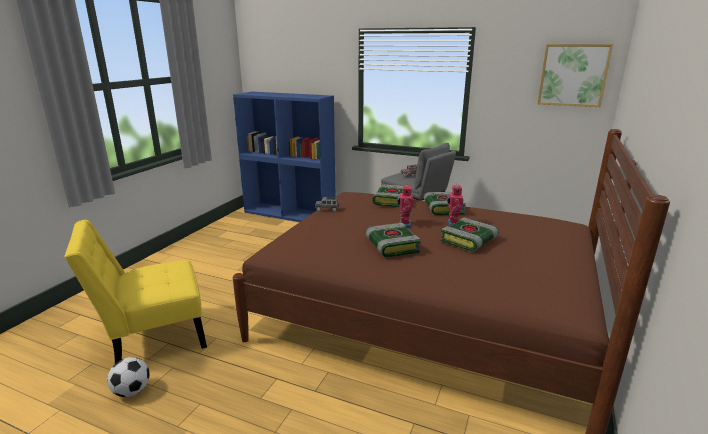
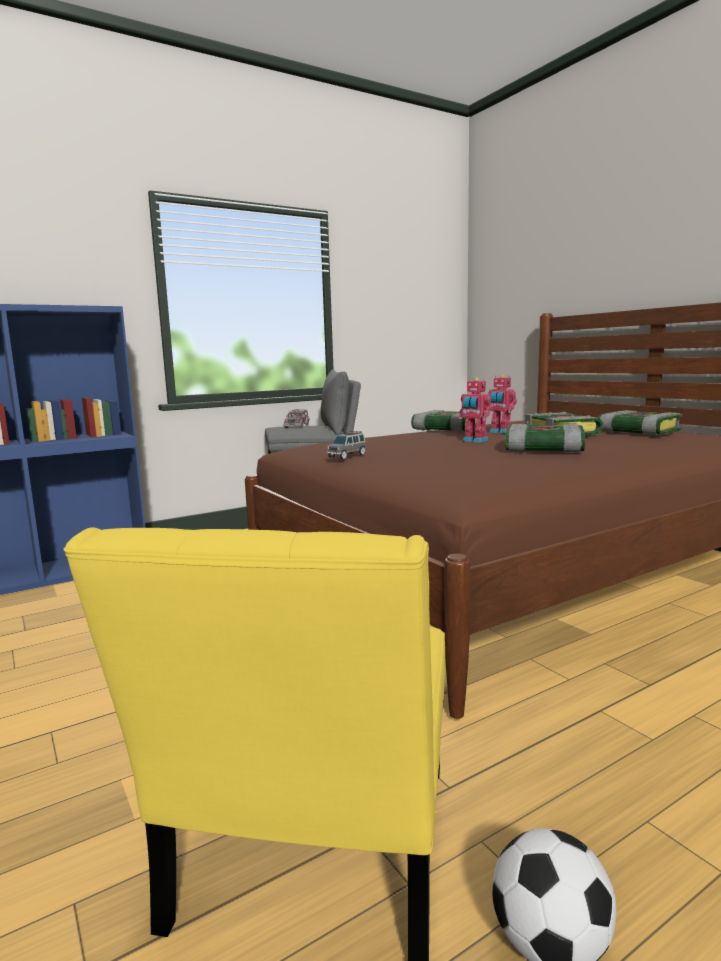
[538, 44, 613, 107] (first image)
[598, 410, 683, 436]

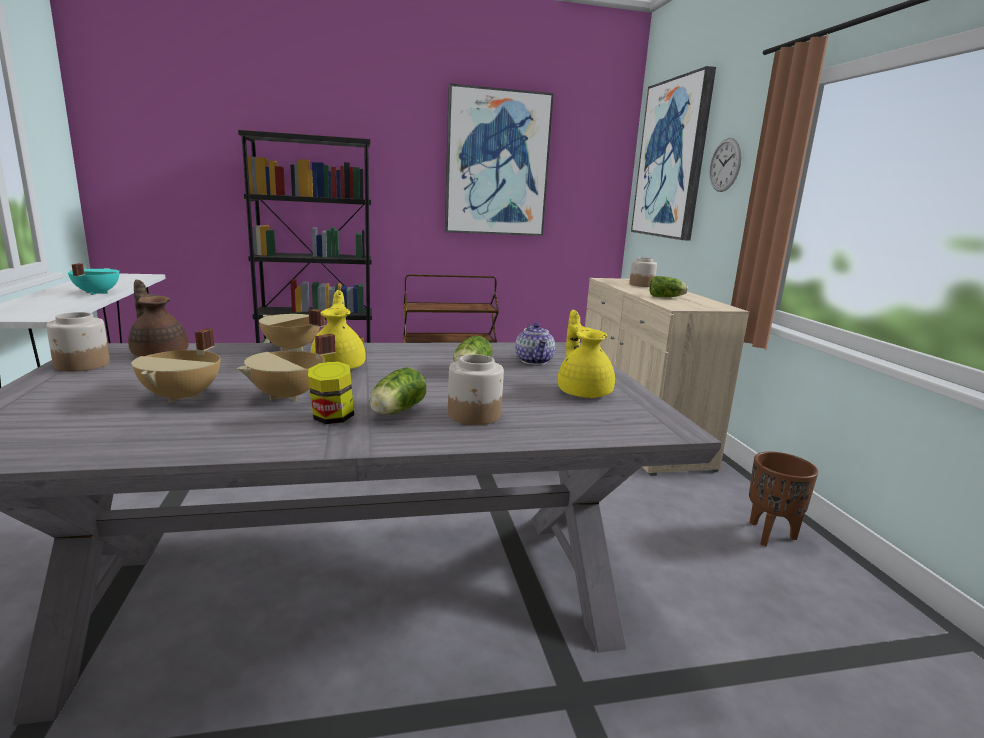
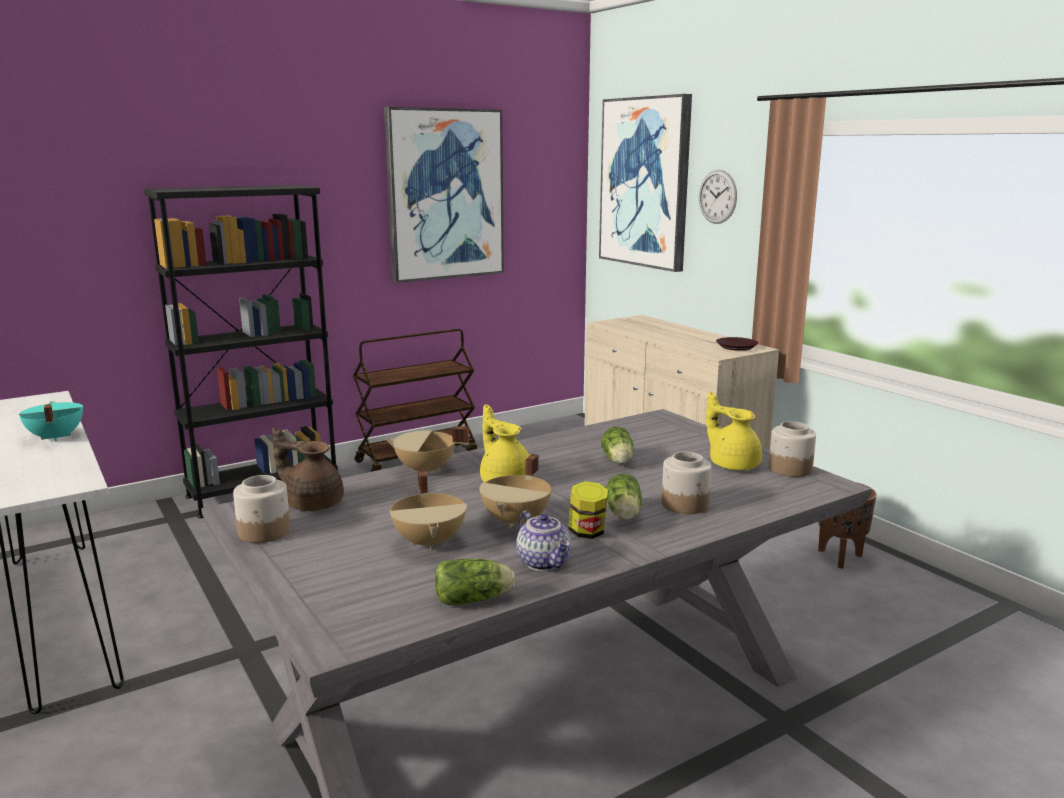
[716, 337, 758, 351]
[516, 511, 571, 571]
[769, 421, 816, 477]
[435, 558, 515, 605]

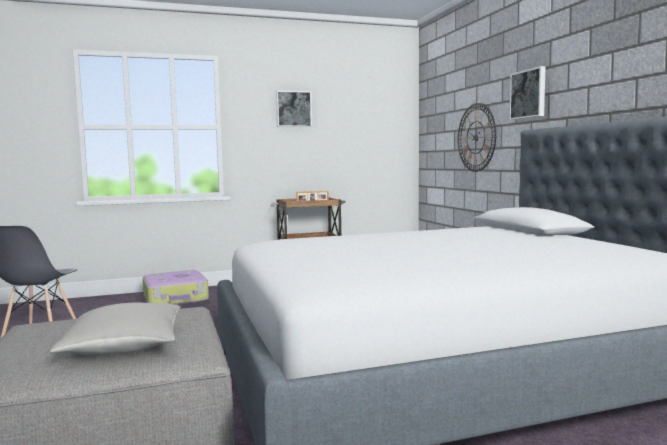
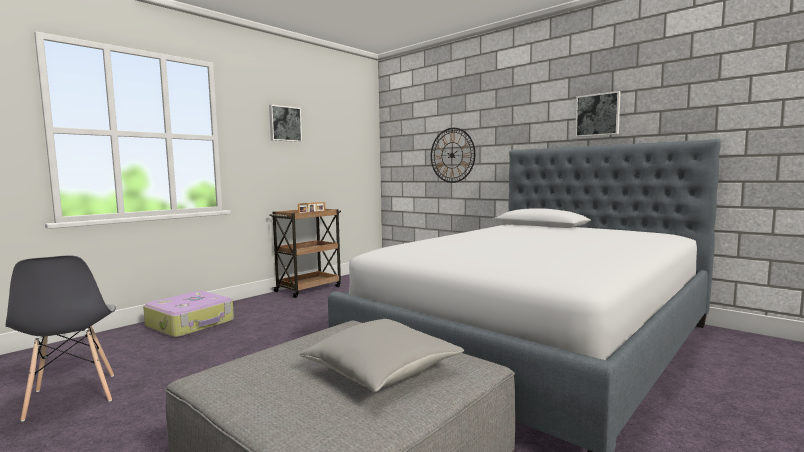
[575, 91, 621, 137]

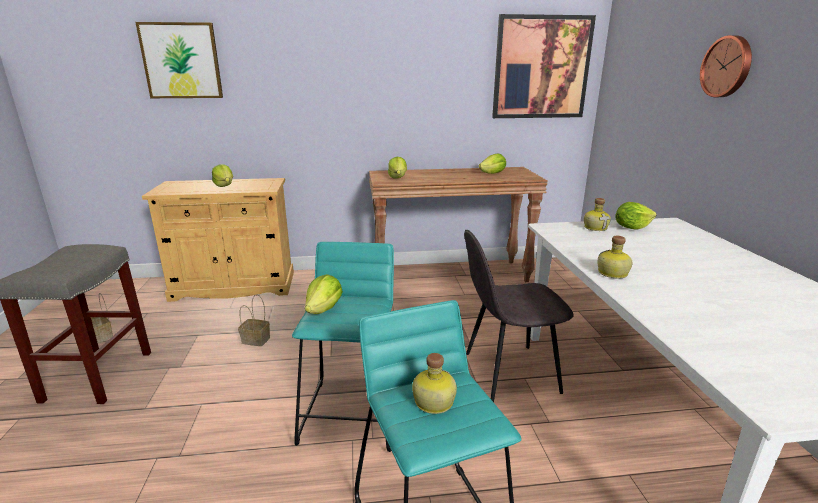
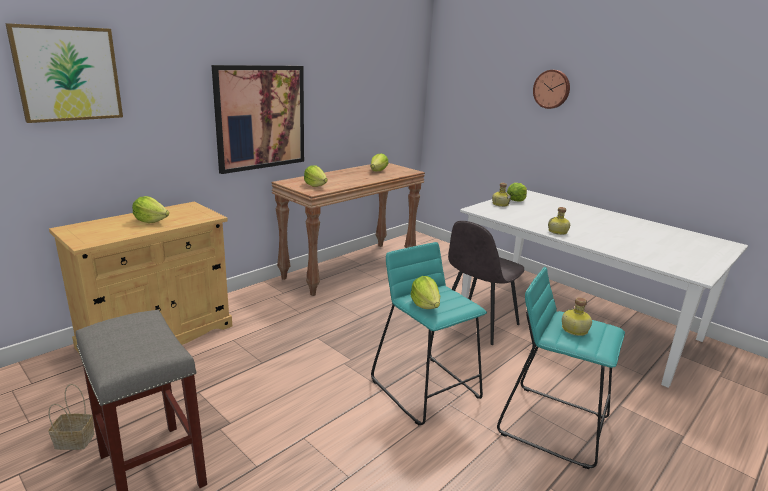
[238, 294, 270, 346] (first image)
[211, 65, 304, 174]

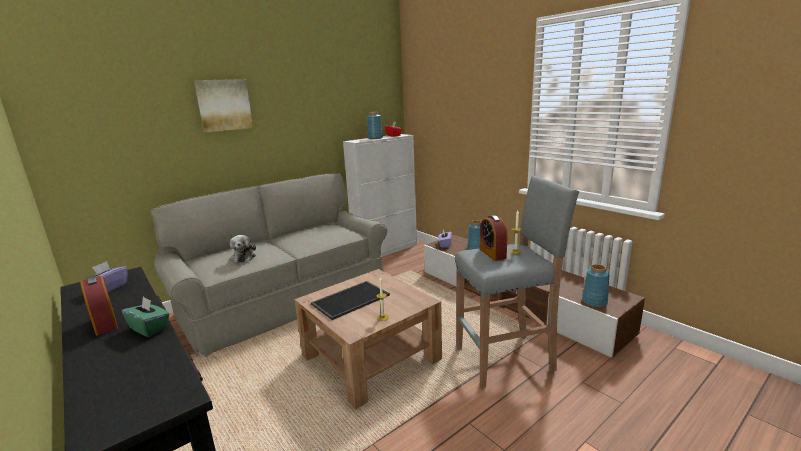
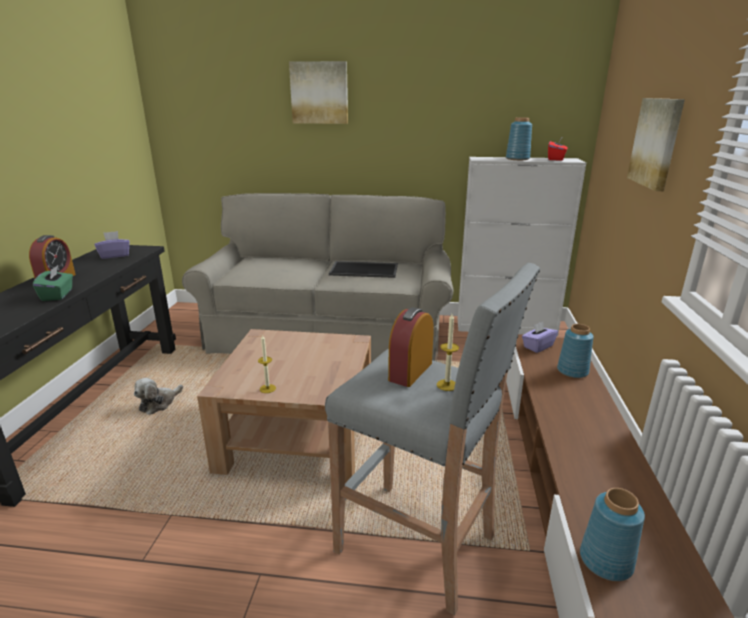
[627, 98, 685, 191]
[134, 378, 183, 415]
[329, 261, 398, 278]

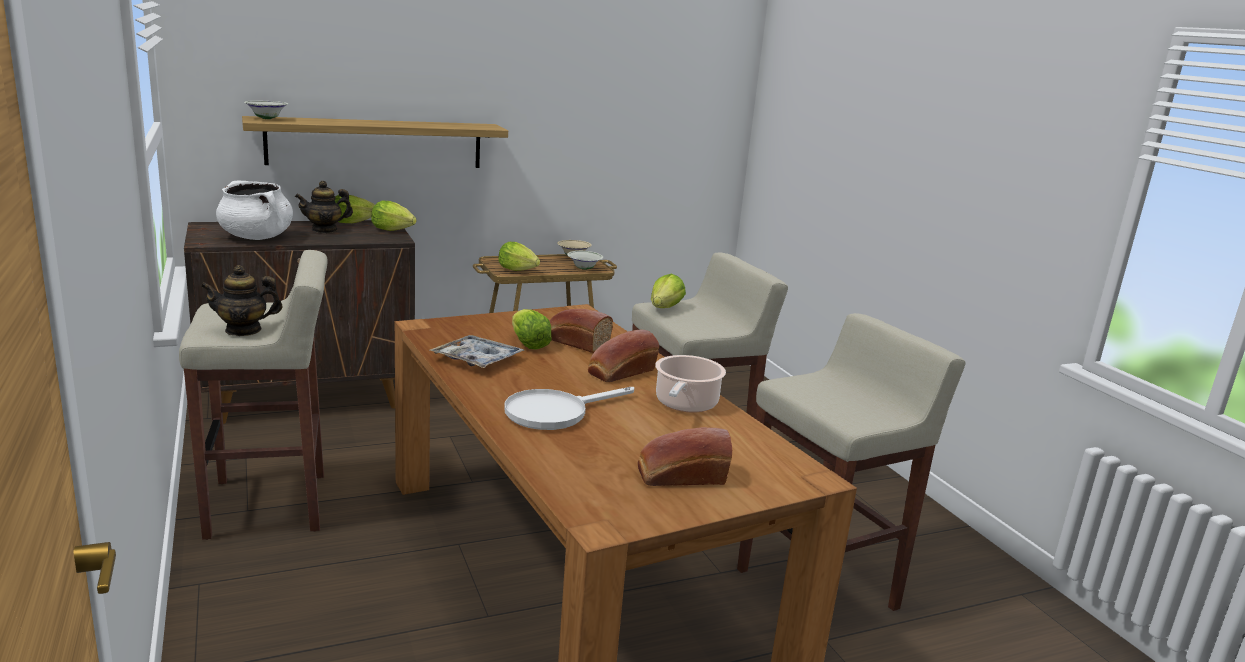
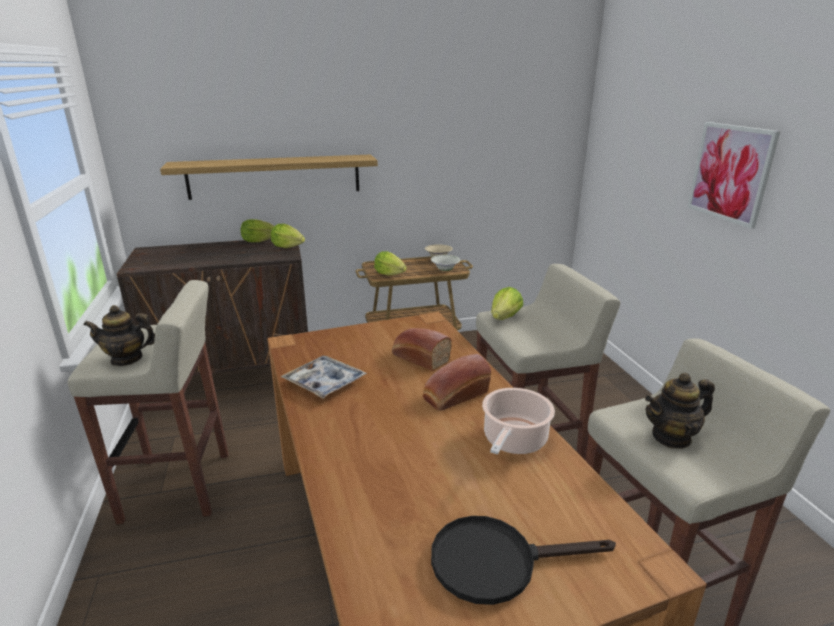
[216, 180, 293, 240] (first image)
[244, 101, 288, 119] (first image)
[504, 387, 634, 430] (first image)
[512, 309, 552, 349] (first image)
[688, 122, 780, 229]
[645, 373, 715, 449]
[431, 516, 616, 605]

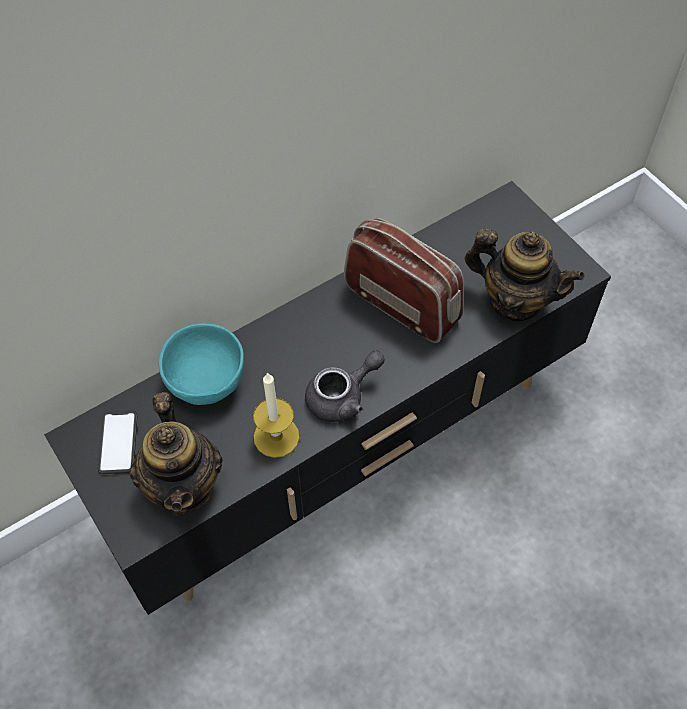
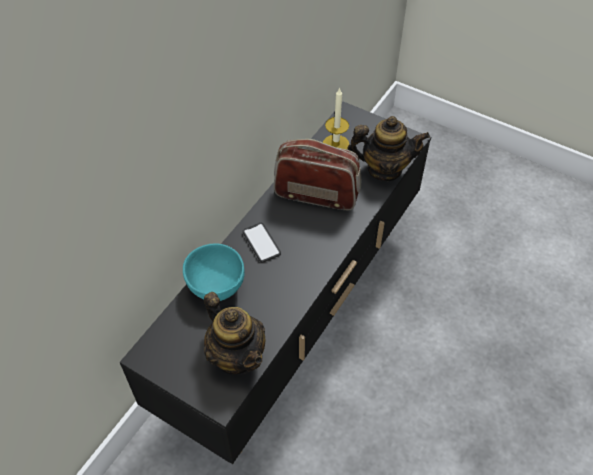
[305, 351, 385, 422] (first image)
[243, 223, 281, 262]
[323, 87, 350, 149]

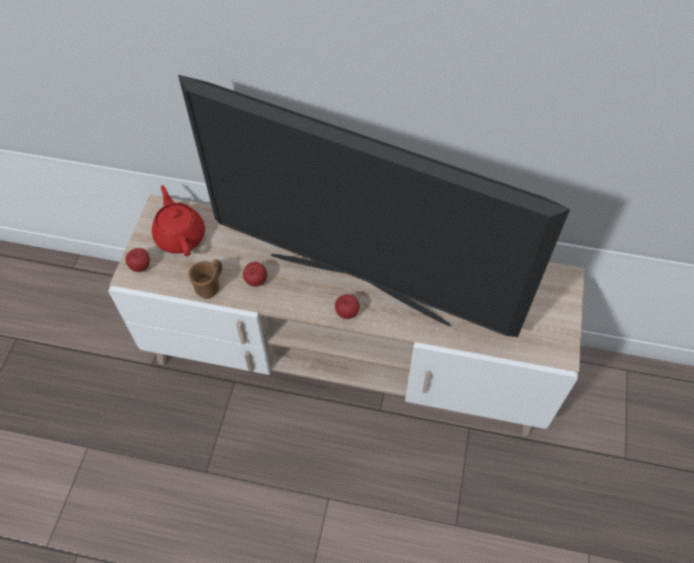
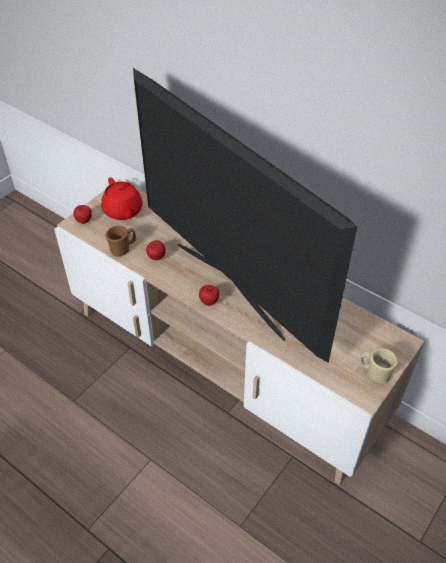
[360, 348, 398, 384]
[101, 178, 142, 220]

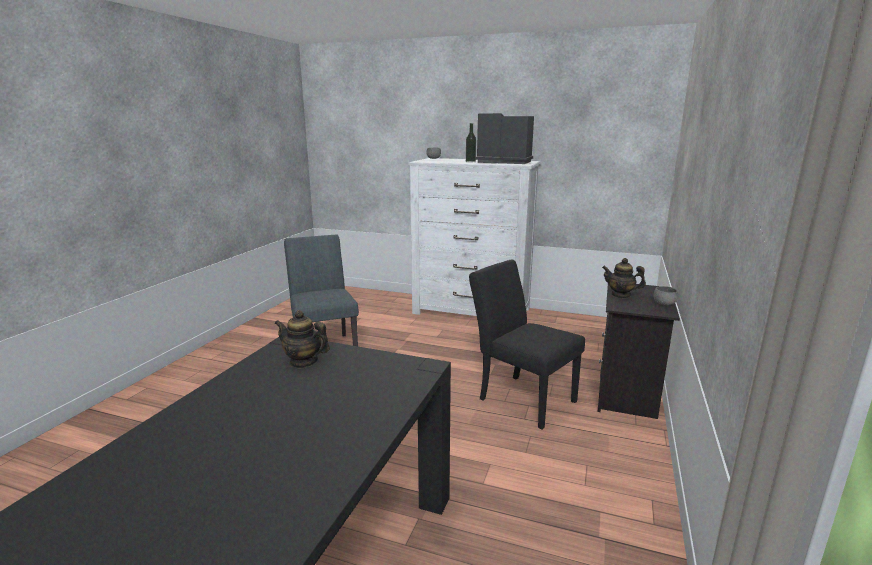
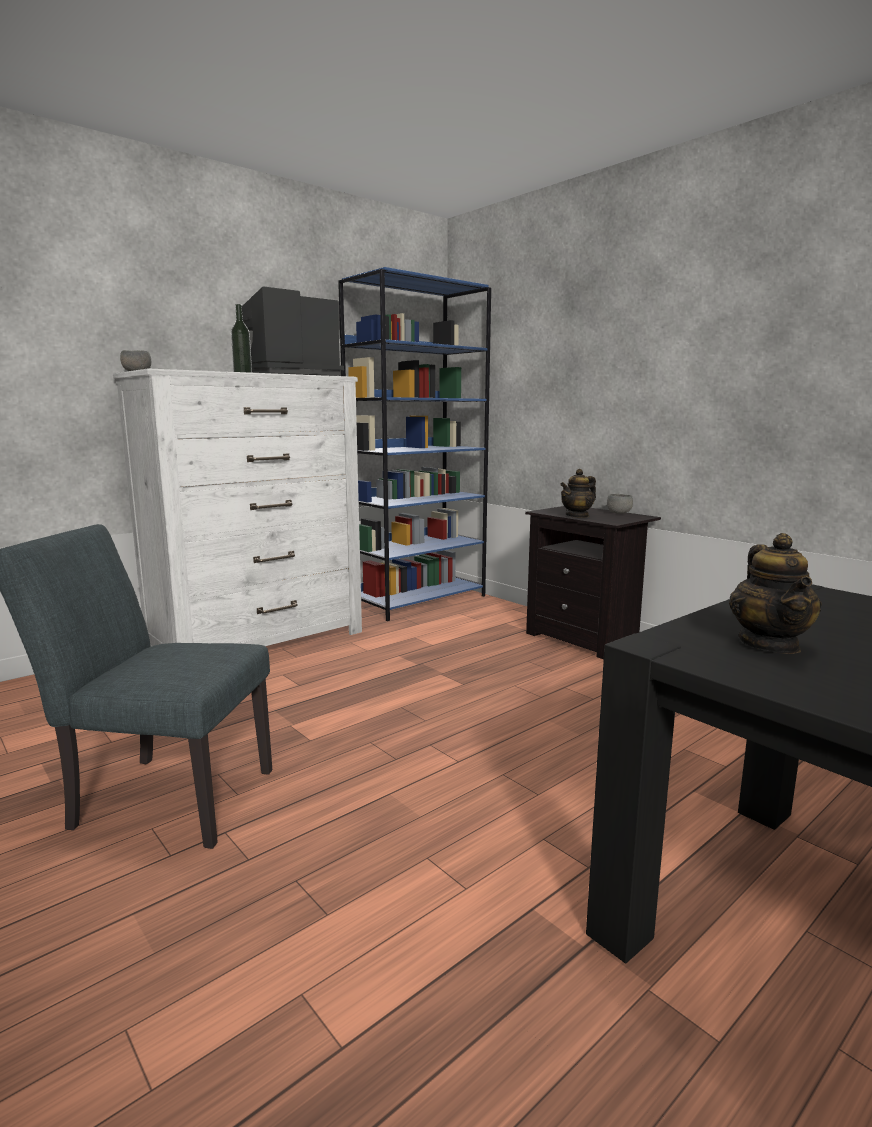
[469, 260, 585, 430] (first image)
[338, 267, 491, 621]
[729, 533, 822, 654]

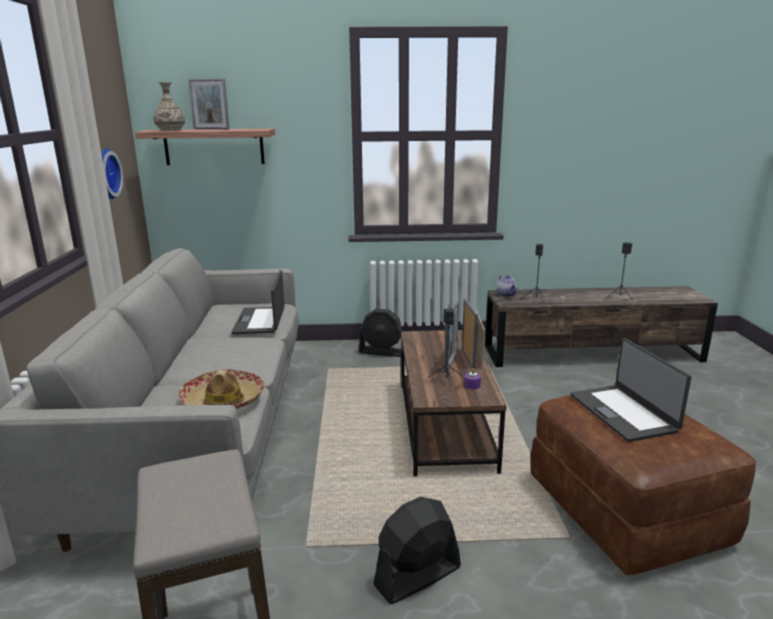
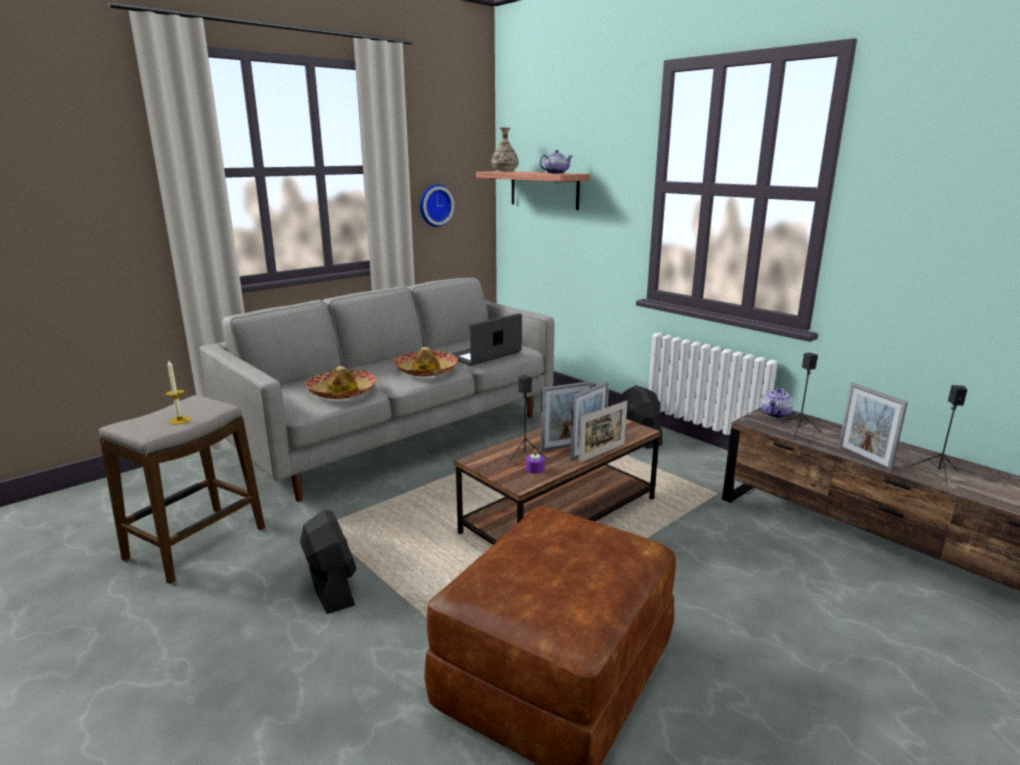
[571, 338, 691, 442] (first image)
[165, 361, 191, 425]
[393, 347, 458, 376]
[540, 150, 573, 174]
[838, 383, 908, 471]
[300, 510, 357, 614]

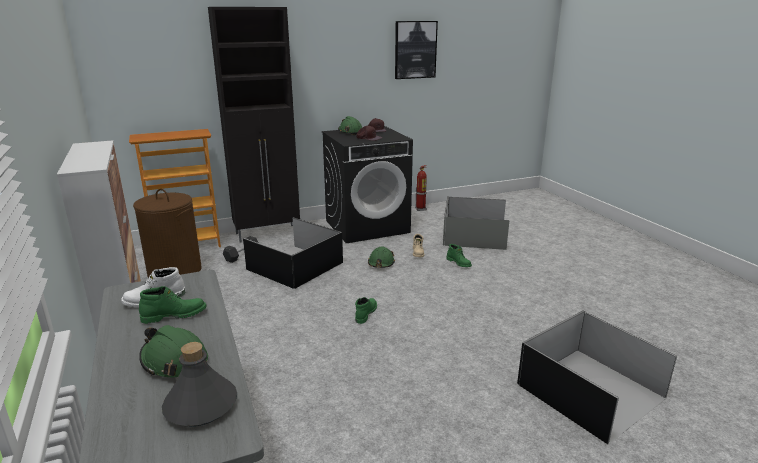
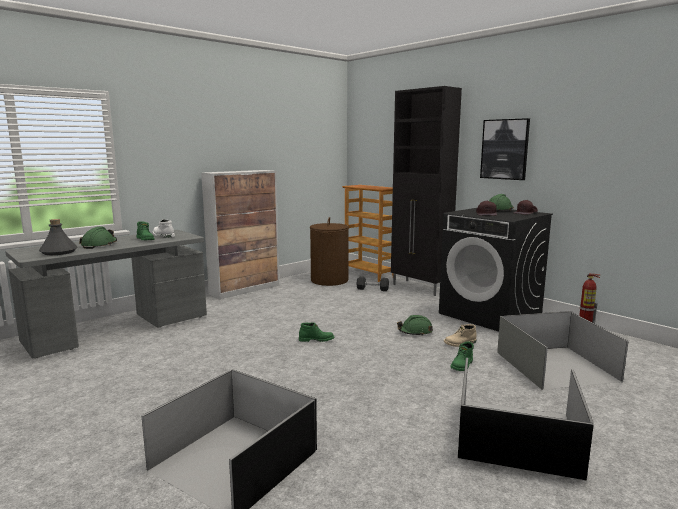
[458, 358, 594, 481]
[480, 118, 530, 180]

